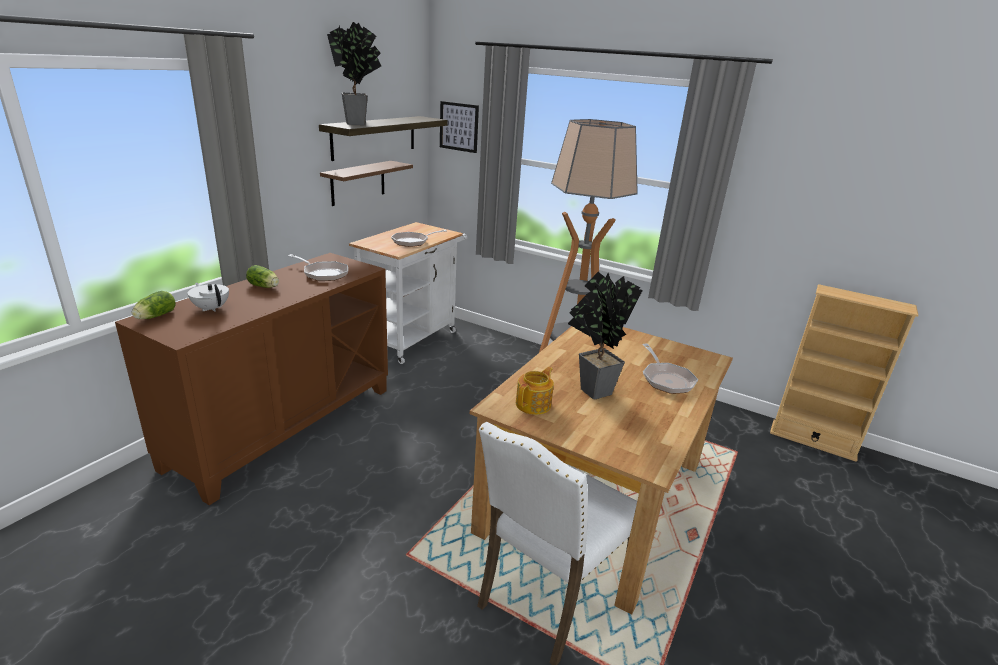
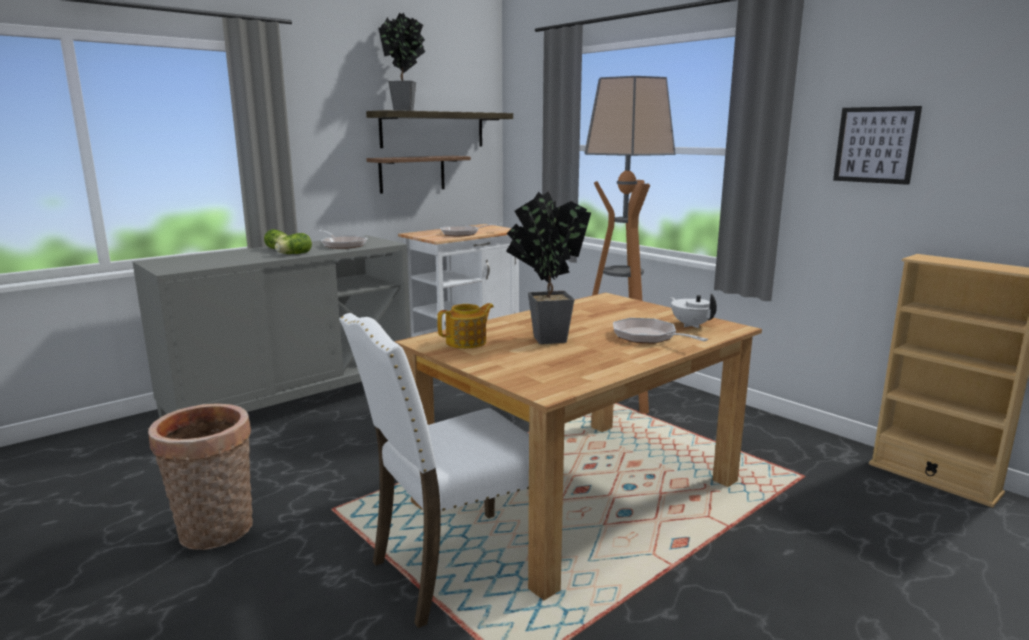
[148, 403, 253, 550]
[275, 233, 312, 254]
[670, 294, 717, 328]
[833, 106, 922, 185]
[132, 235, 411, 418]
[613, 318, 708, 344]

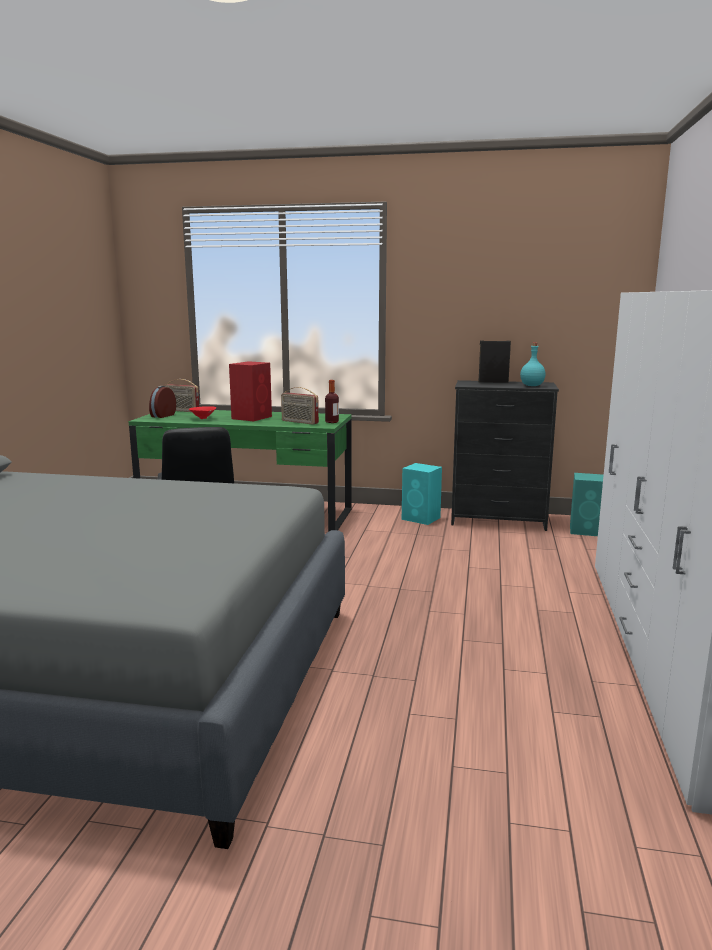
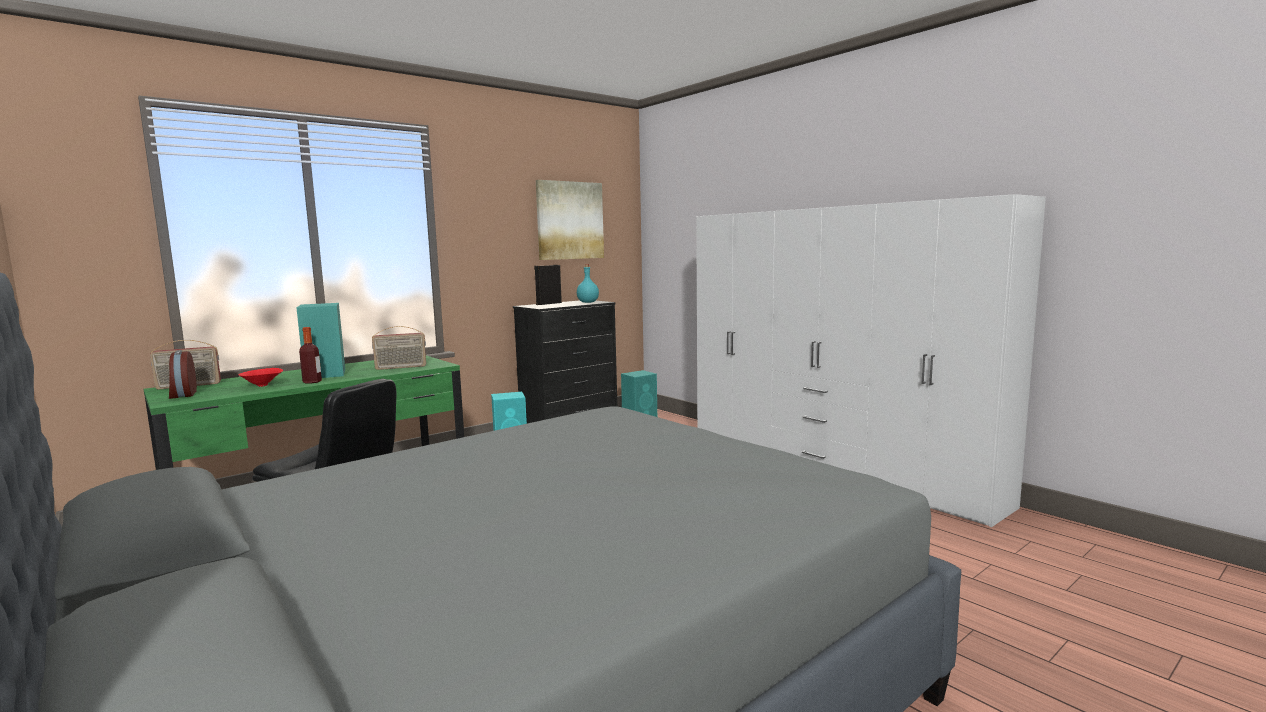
[536, 180, 604, 260]
[299, 327, 322, 384]
[297, 303, 345, 378]

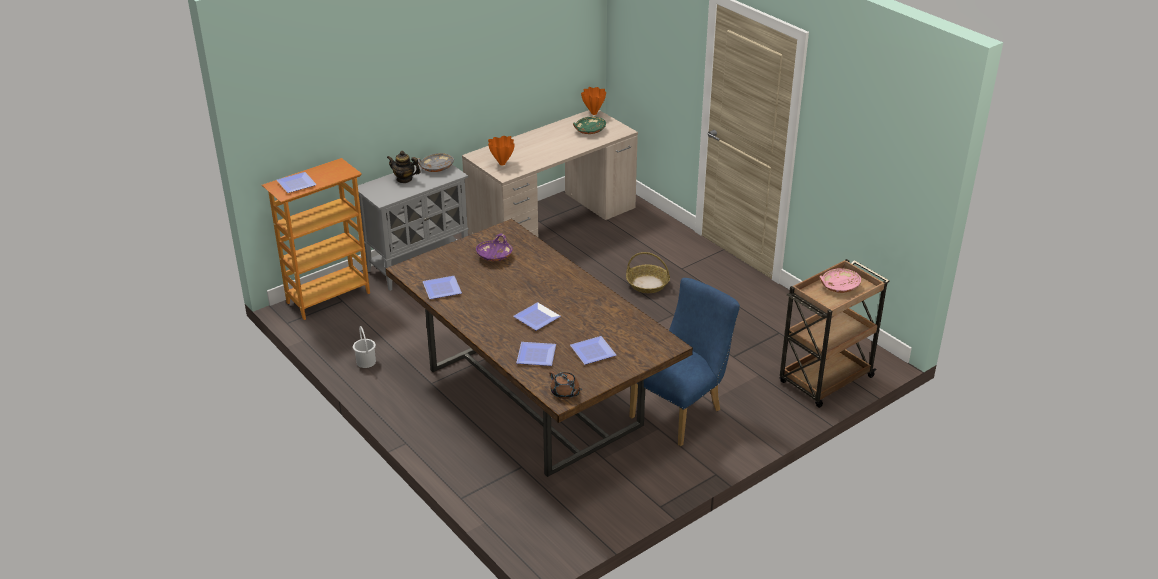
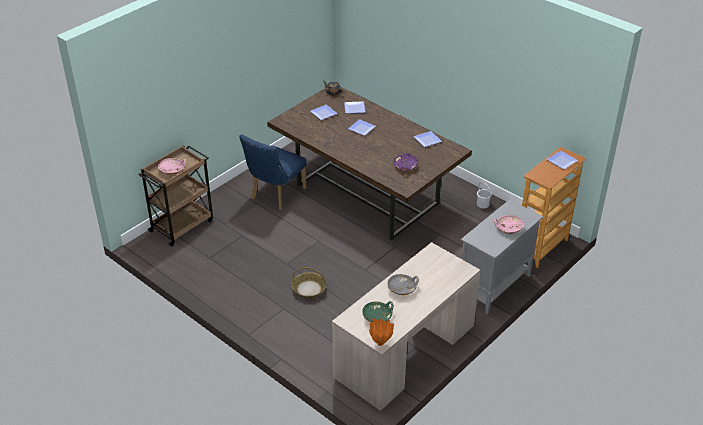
[488, 136, 515, 165] (first image)
[387, 274, 419, 295]
[494, 215, 525, 234]

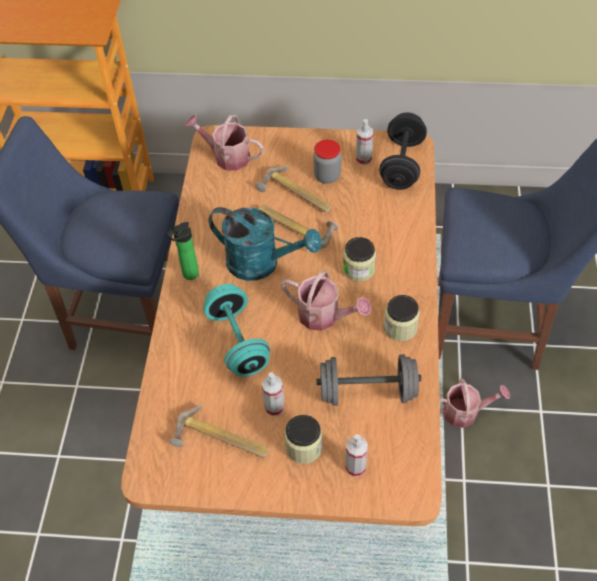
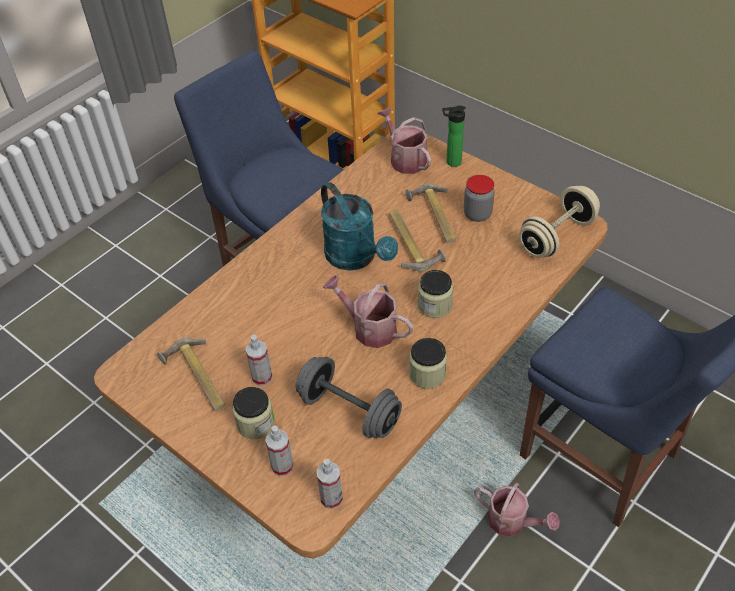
[203, 284, 270, 377] (first image)
[442, 105, 466, 167]
[317, 459, 343, 509]
[519, 186, 600, 258]
[323, 276, 413, 348]

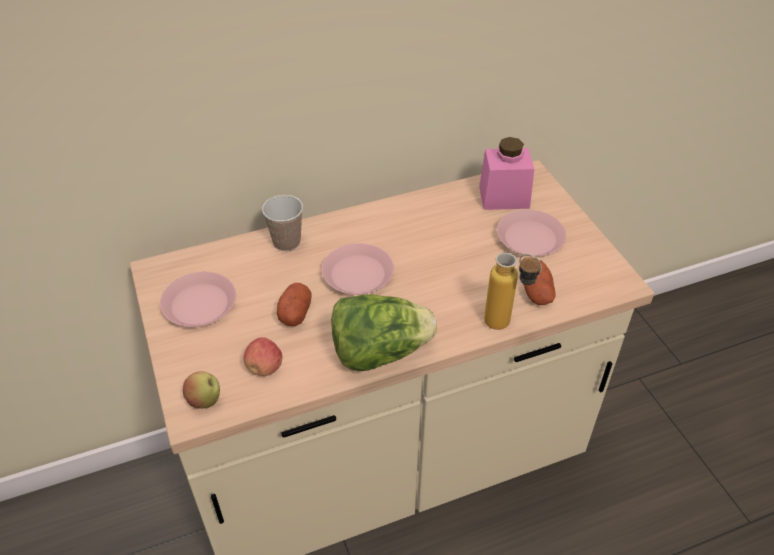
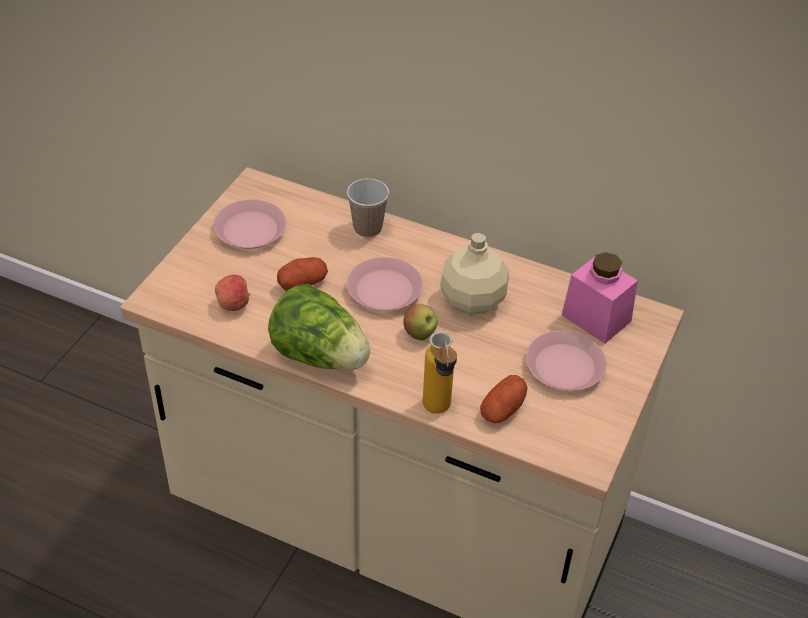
[440, 233, 509, 315]
[403, 304, 438, 340]

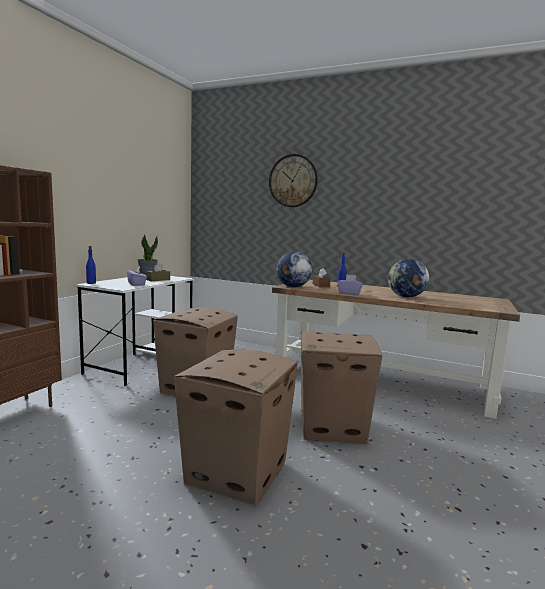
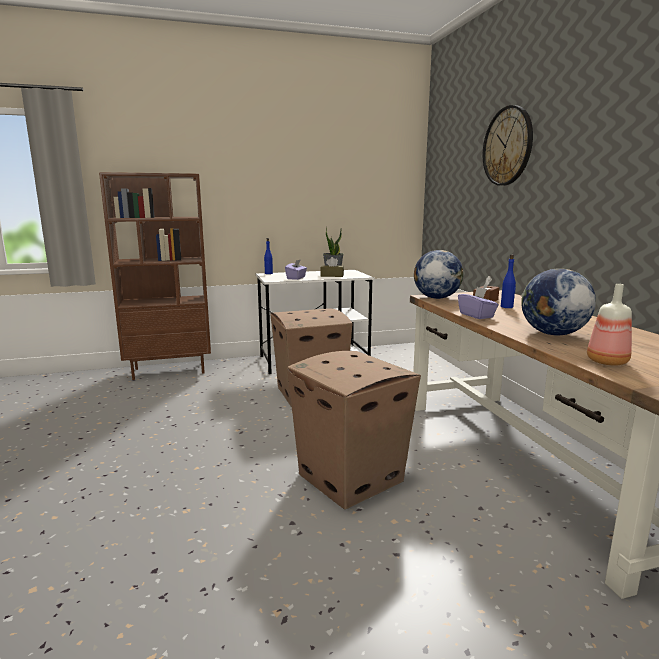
[174, 349, 298, 506] (first image)
[587, 284, 632, 366]

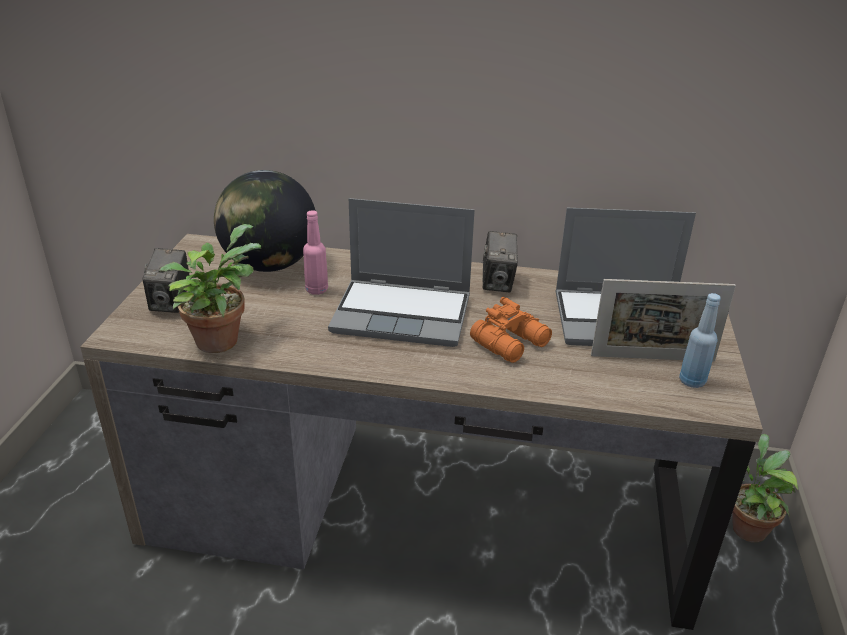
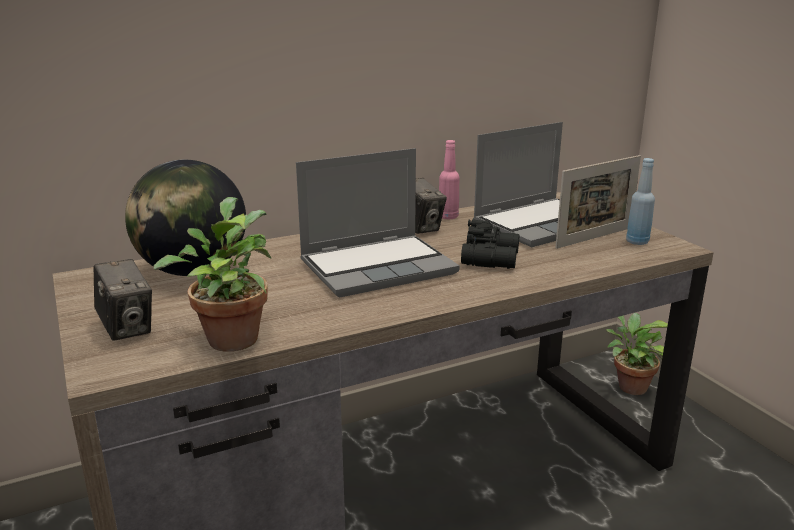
[439, 140, 460, 219]
[461, 219, 519, 269]

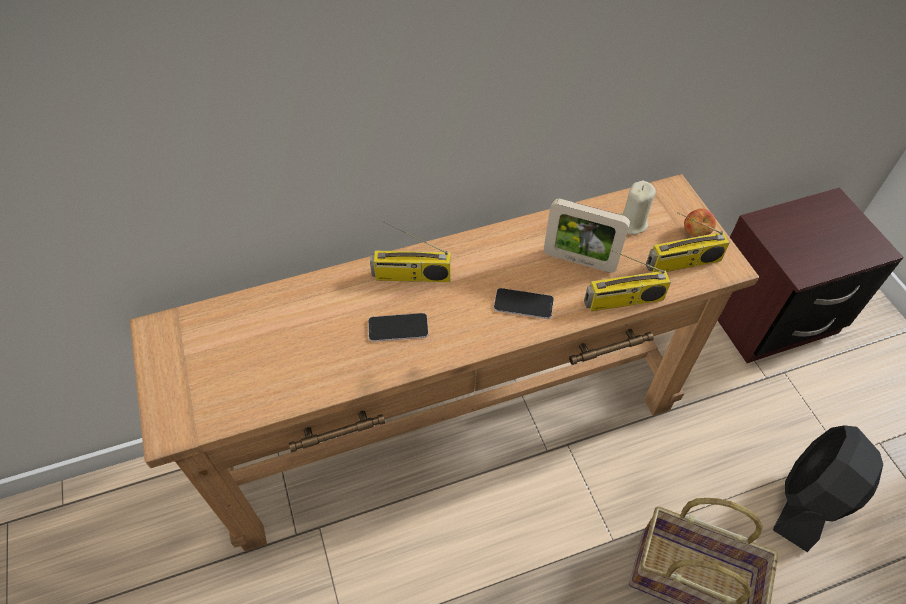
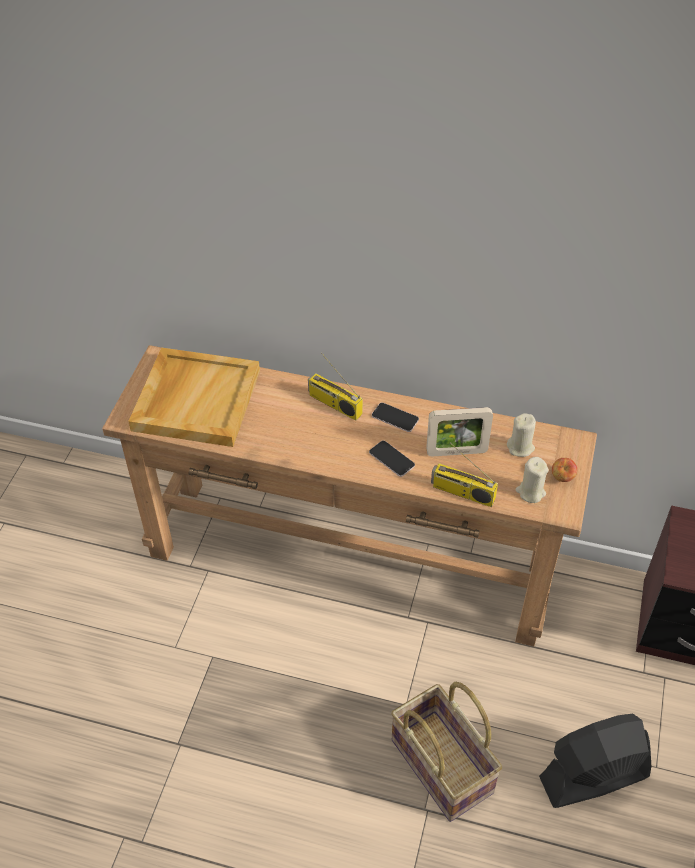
[128, 347, 260, 447]
[372, 403, 419, 432]
[516, 457, 549, 503]
[426, 407, 493, 456]

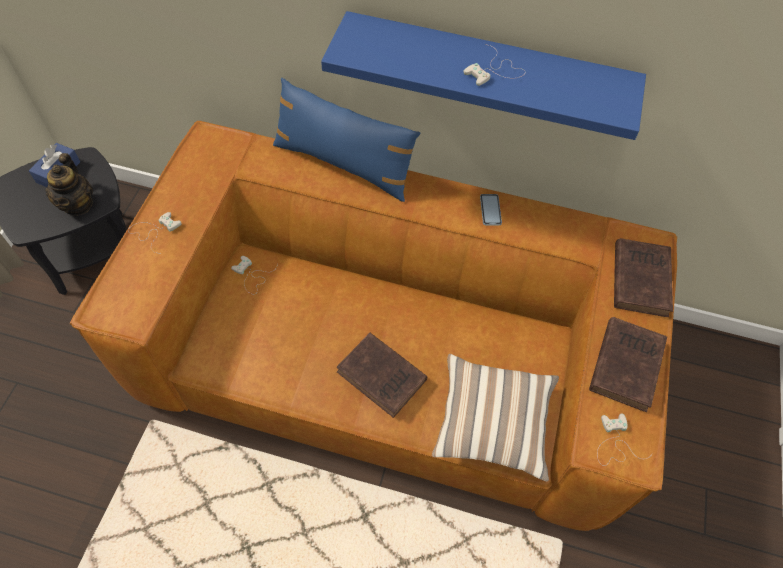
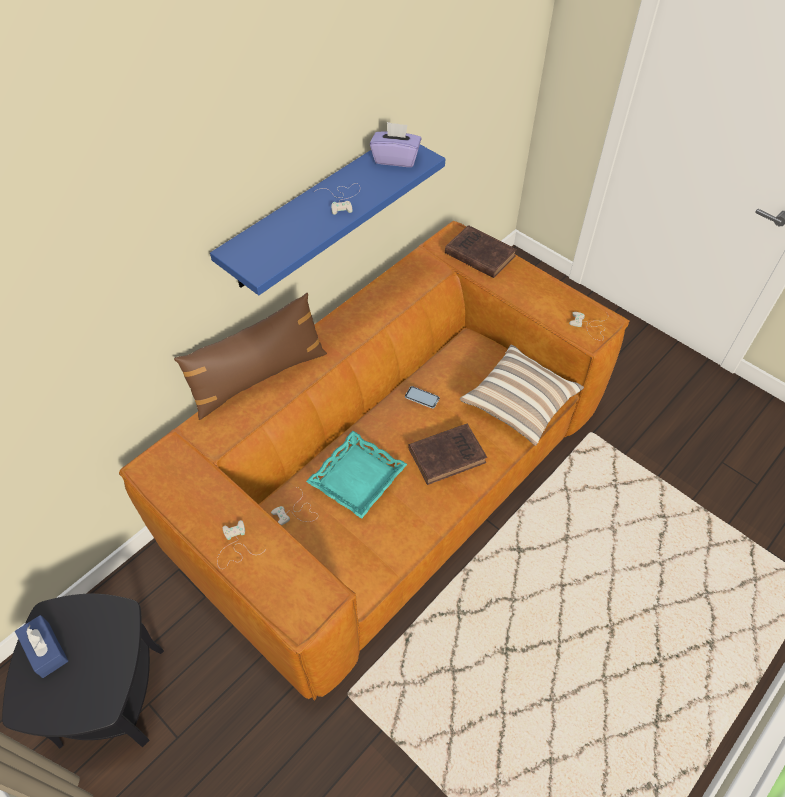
[46, 153, 93, 216] (first image)
[589, 317, 667, 412] (first image)
[306, 431, 407, 519]
[370, 122, 422, 167]
[405, 386, 440, 409]
[174, 293, 327, 420]

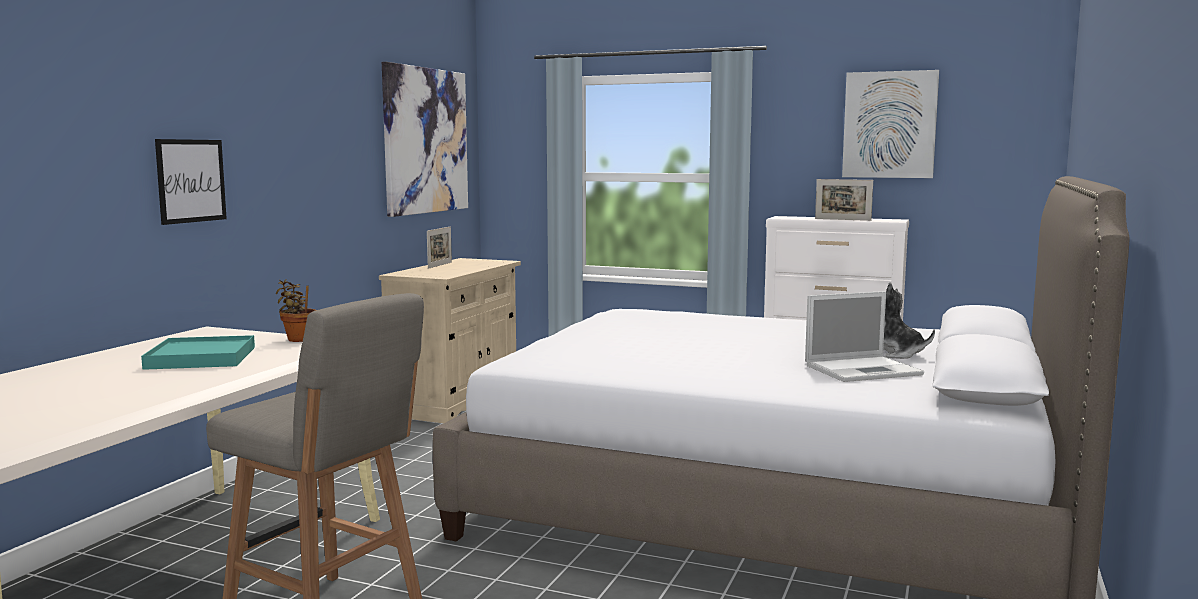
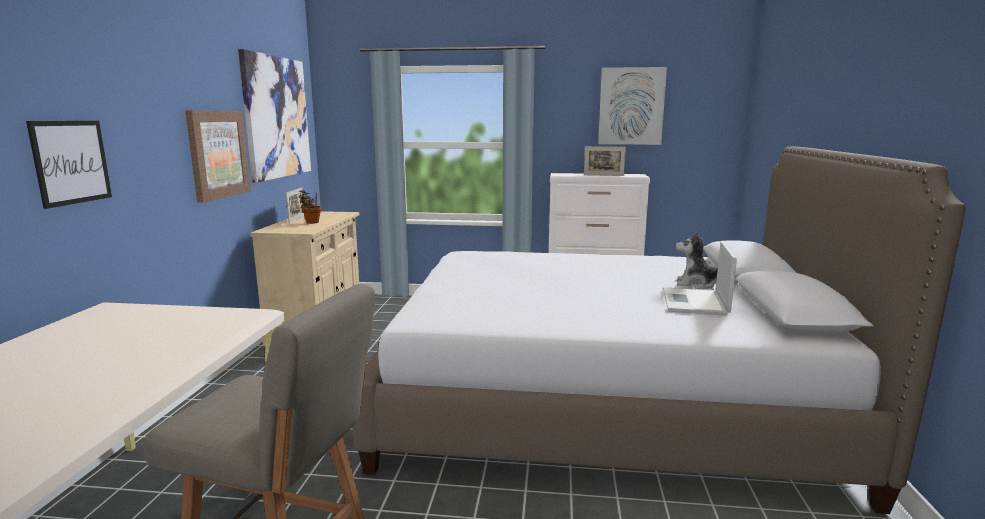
[141, 335, 255, 370] (first image)
[185, 110, 251, 203]
[299, 189, 322, 224]
[663, 241, 737, 316]

